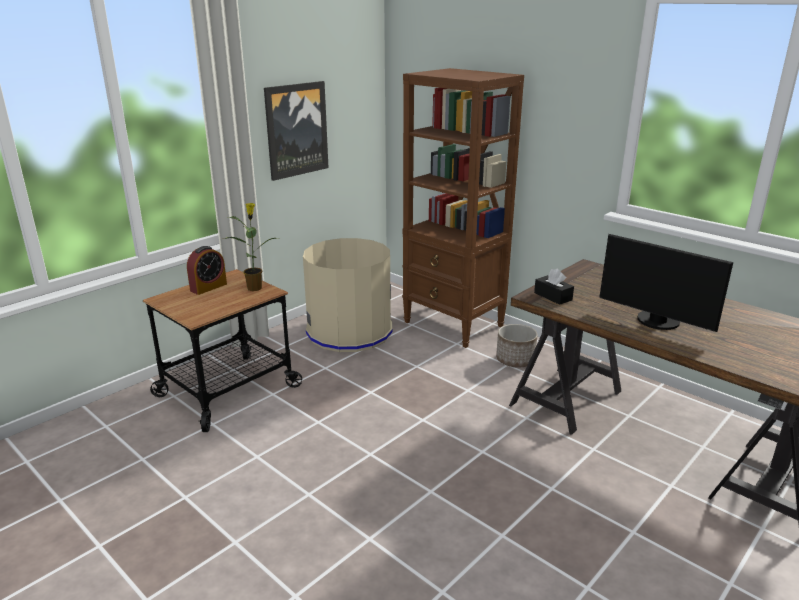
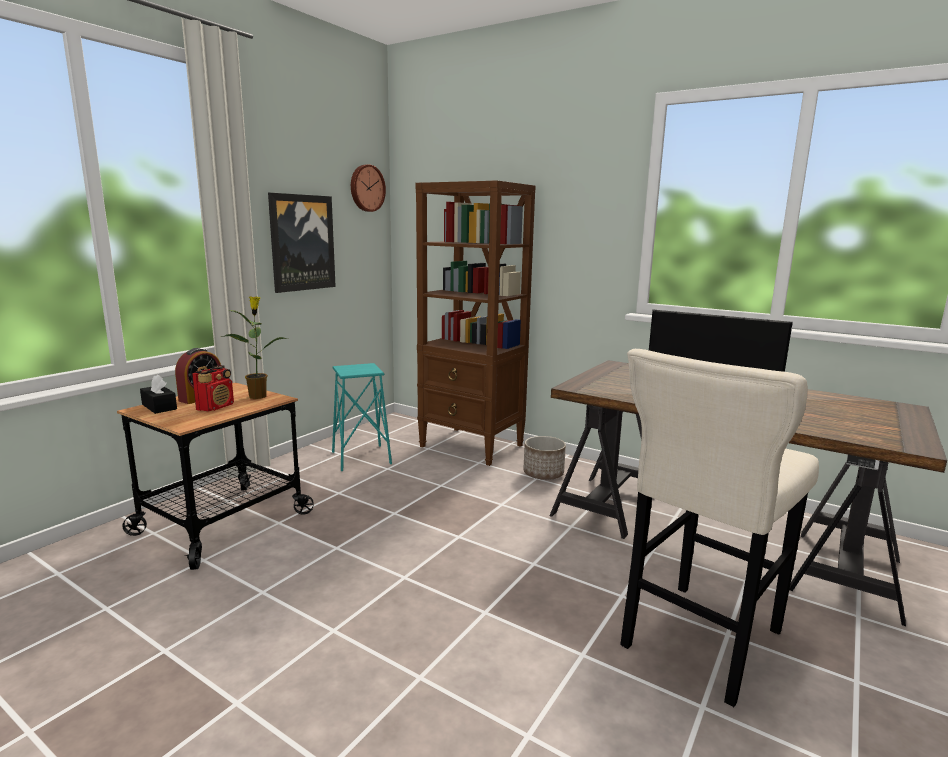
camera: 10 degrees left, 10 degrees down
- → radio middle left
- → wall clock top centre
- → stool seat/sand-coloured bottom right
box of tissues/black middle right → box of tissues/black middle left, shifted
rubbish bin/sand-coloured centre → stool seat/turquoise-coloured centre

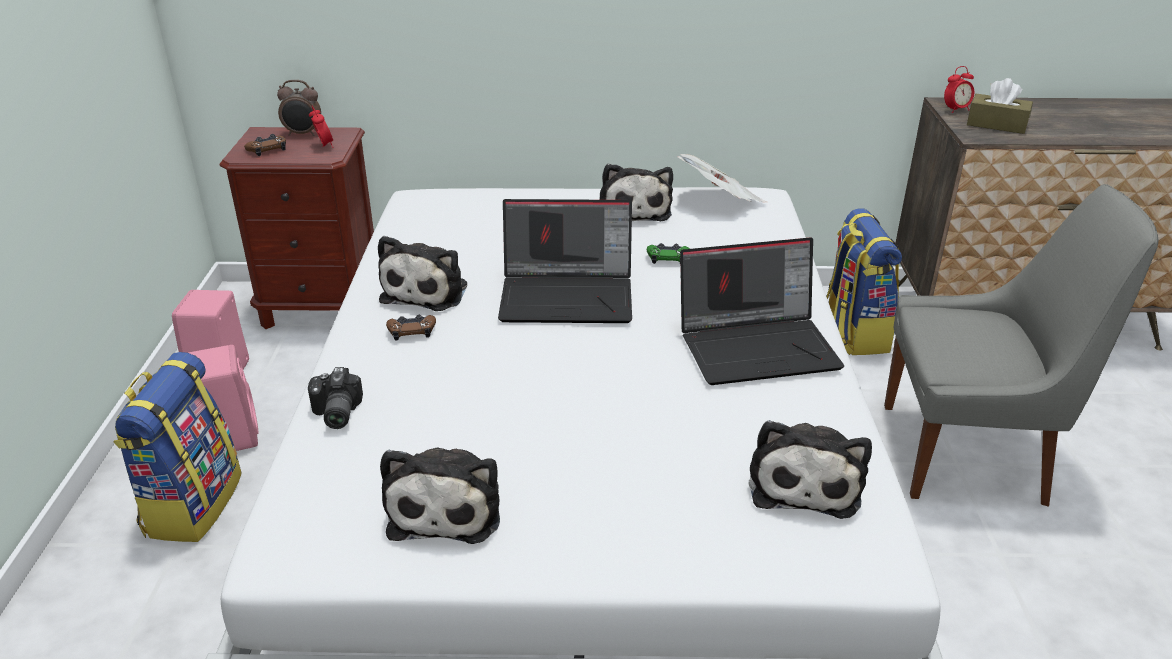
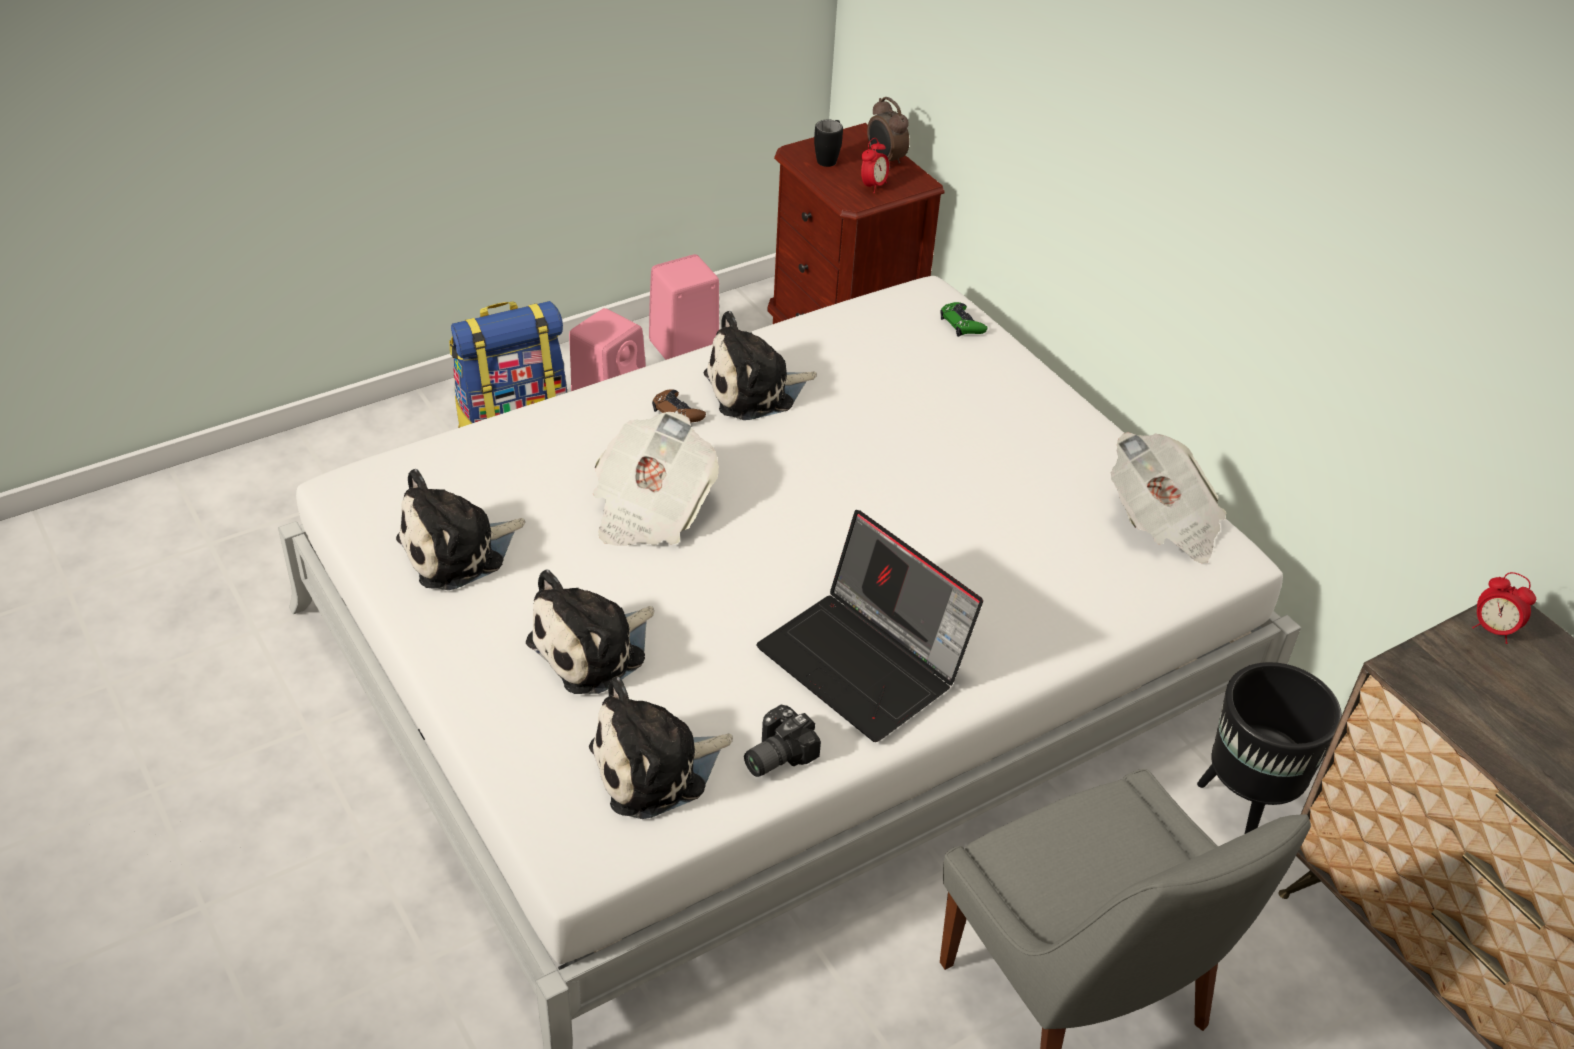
camera: 55 degrees right, 10 degrees up
notebook computer (no. 1 from left) centre → -
box of tissues/brown top right → -
- → daily paper (no. 1 from left) centre
still camera middle left → still camera bottom centre, shifted
cuddly toy (no. 3 from left in the first image) top centre → cuddly toy (no. 2 from left) centre, shifted
game controller/green centre → game controller/green top centre, shifted
game controller/brown (no. 1 from left) top left → tea mug/black top centre
knapsack (no. 2 from left) middle right → planter/black bottom right

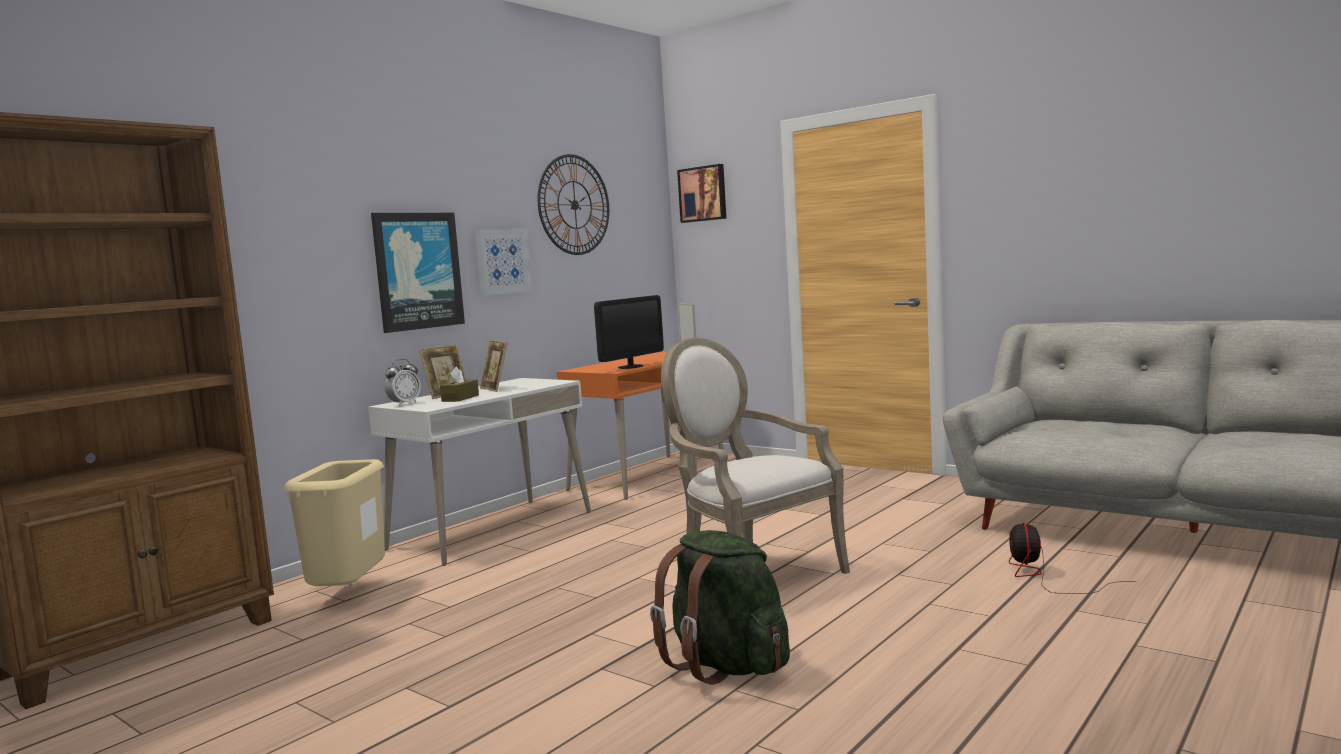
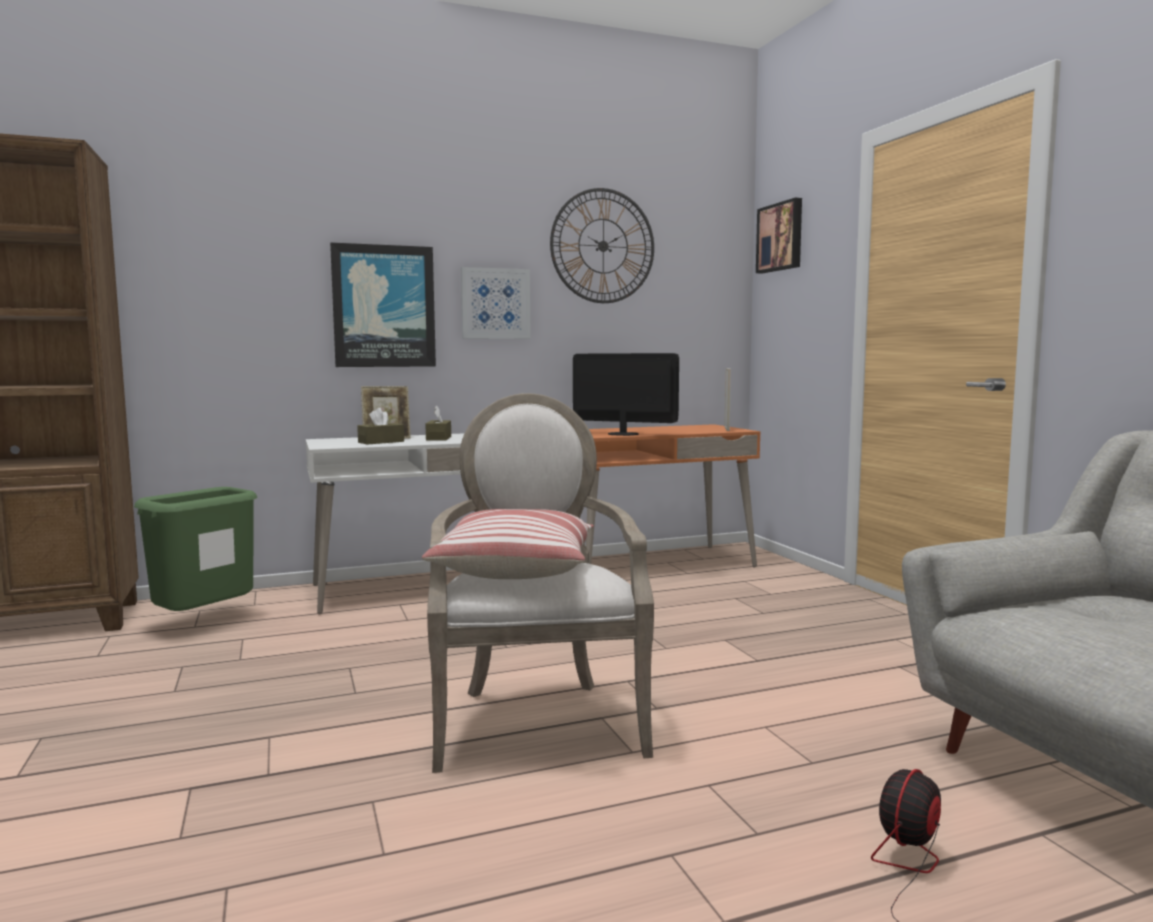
camera: 30 degrees right, 0 degrees up
alarm clock middle left → -
knapsack/green bottom centre → -
- → cushion centre
photo frame (no. 2 from left) centre → box of tissues/brown (no. 2 from left) centre
rubbish bin/sand-coloured bottom left → rubbish bin/green middle left
computer display centre, 135 degrees counterclockwise

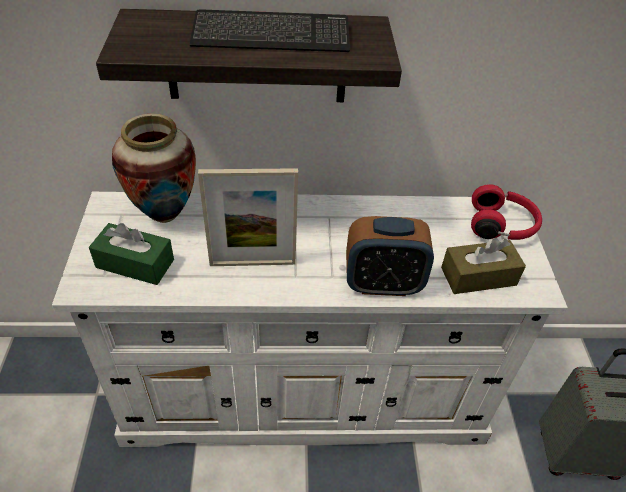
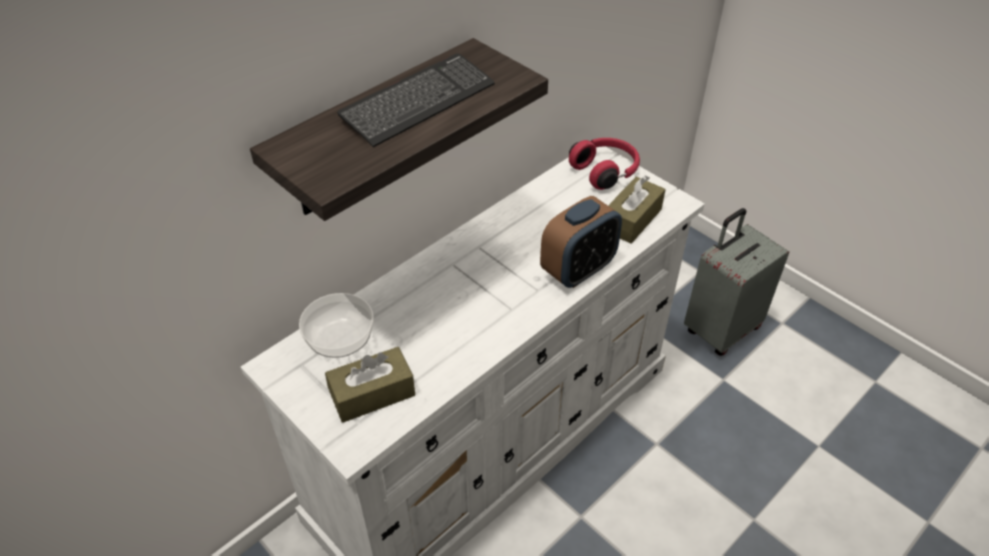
camera: 40 degrees left, 0 degrees up
photo frame centre → -
flower vase middle left → serving bowl centre
box of tissues/green middle left → box of tissues/brown (no. 1 from left) bottom centre

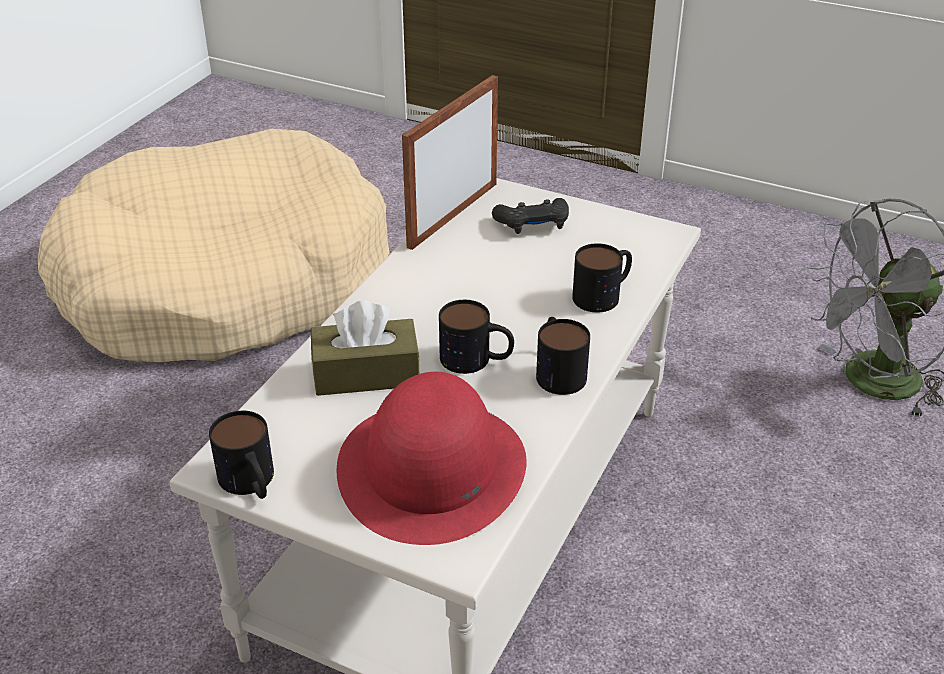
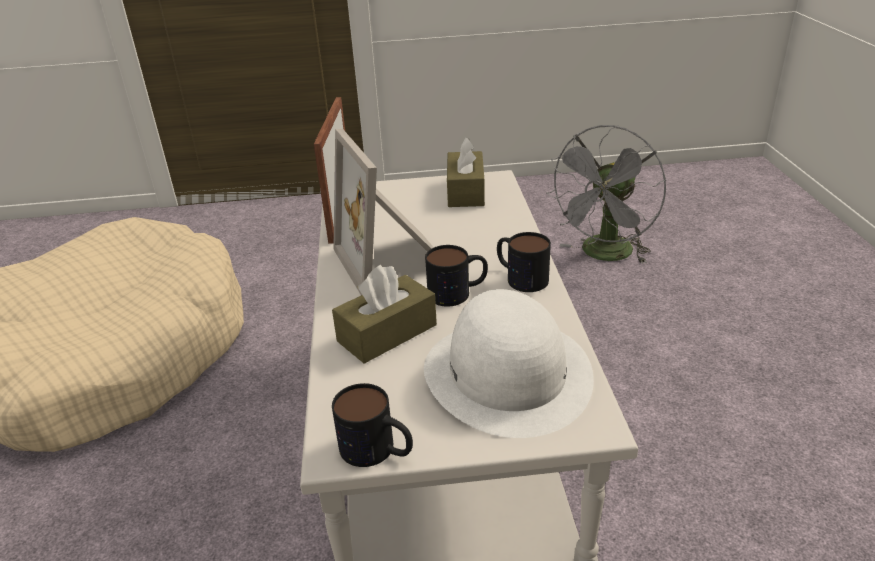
camera: 30 degrees left, 5 degrees down
game controller/black top centre → -
tea mug (no. 4 from left) centre → -
- → photo frame (no. 2 from left) centre
- → box of tissues/brown (no. 2 from left) top centre
clothing hat/reddish bottom centre → clothing hat/whitish centre

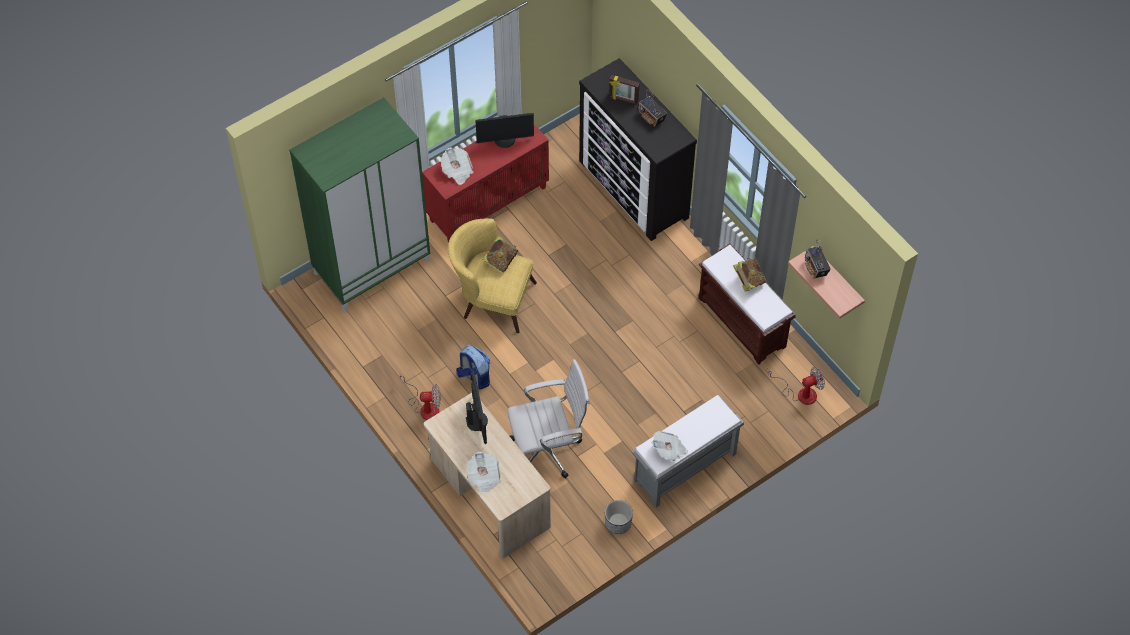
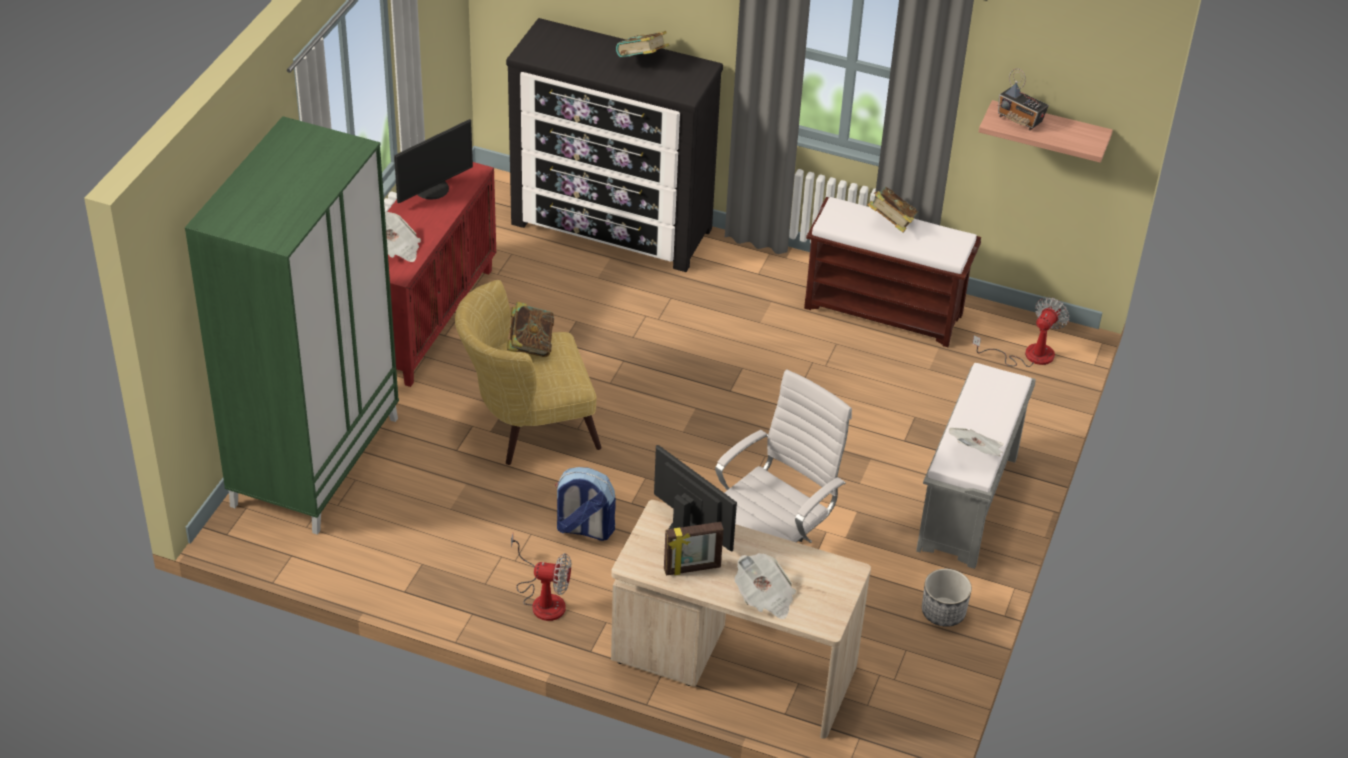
camera: 35 degrees left, 15 degrees down
photo frame top centre → photo frame bottom centre, shifted
radio (no. 1 from left) top centre → book (no. 2 from left) top centre
electric fan (no. 1 from left) centre → electric fan (no. 1 from left) bottom centre, 45 degrees clockwise

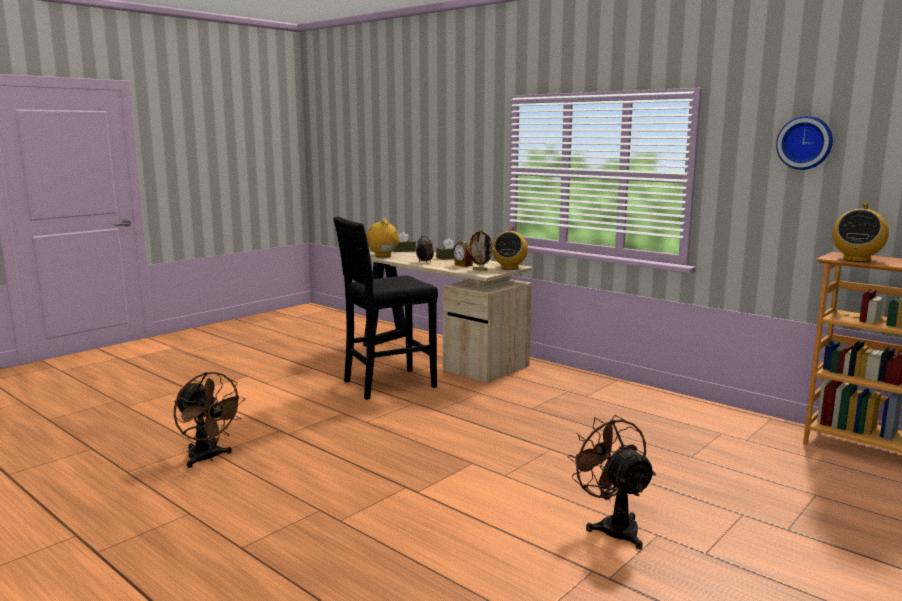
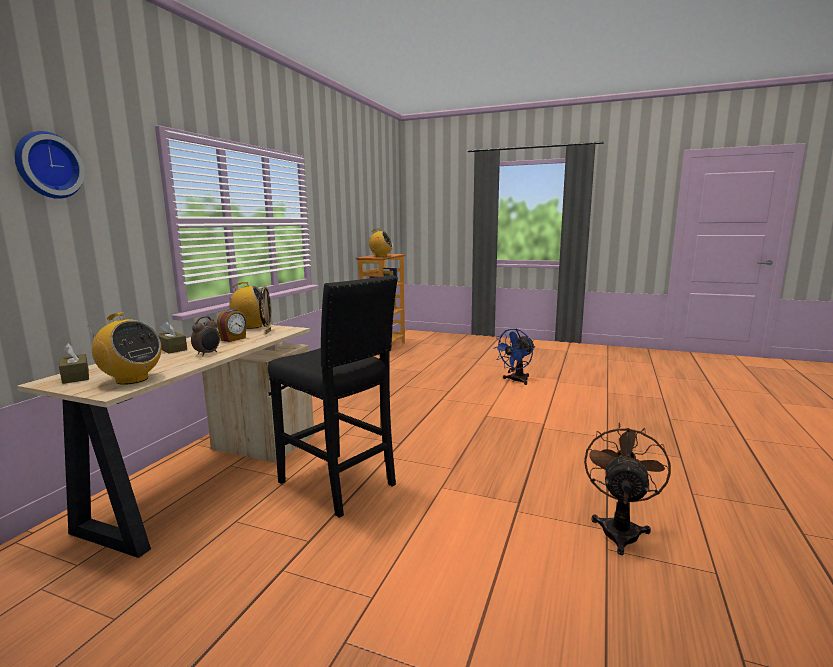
camera: 110 degrees left, 0 degrees up
wall clock top right → wall clock top left, shifted
electric fan/brown (no. 2 from left) bottom right → electric fan/blue-coloured centre
radio (no. 1 from left) centre → radio (no. 1 from left) middle left, 105 degrees counterclockwise

